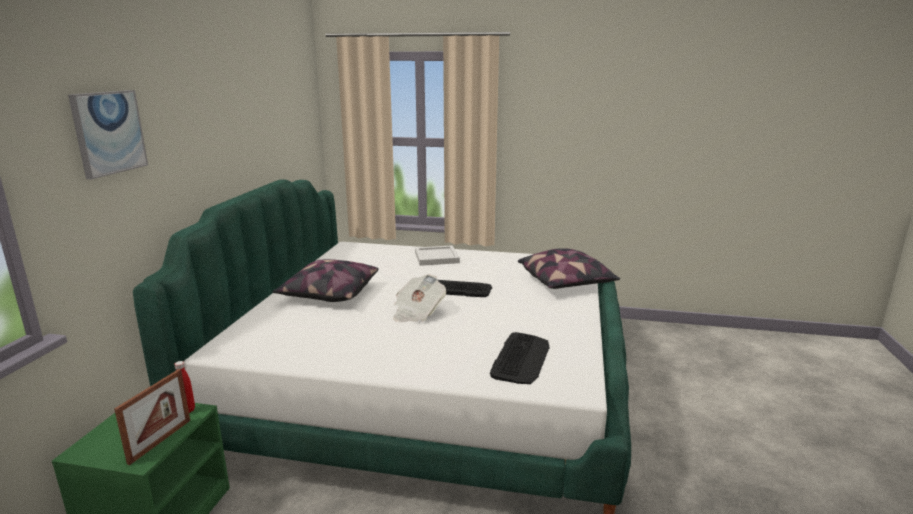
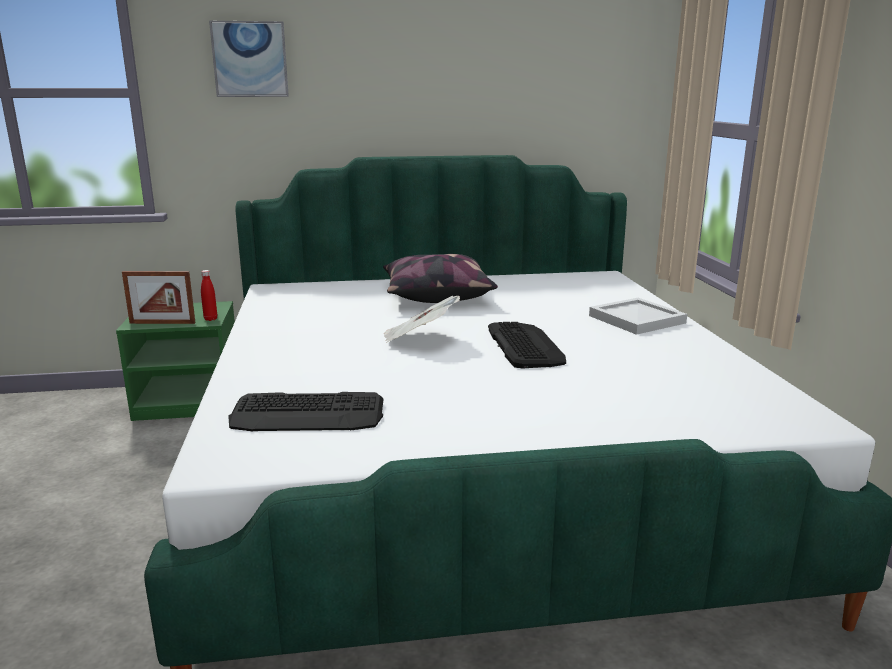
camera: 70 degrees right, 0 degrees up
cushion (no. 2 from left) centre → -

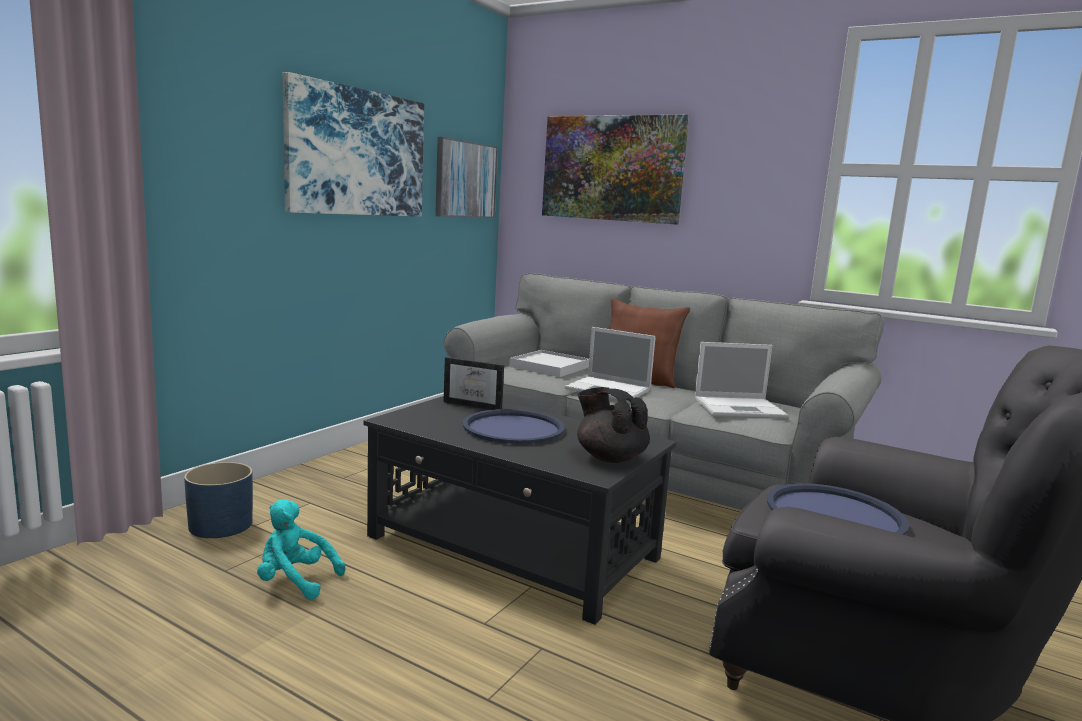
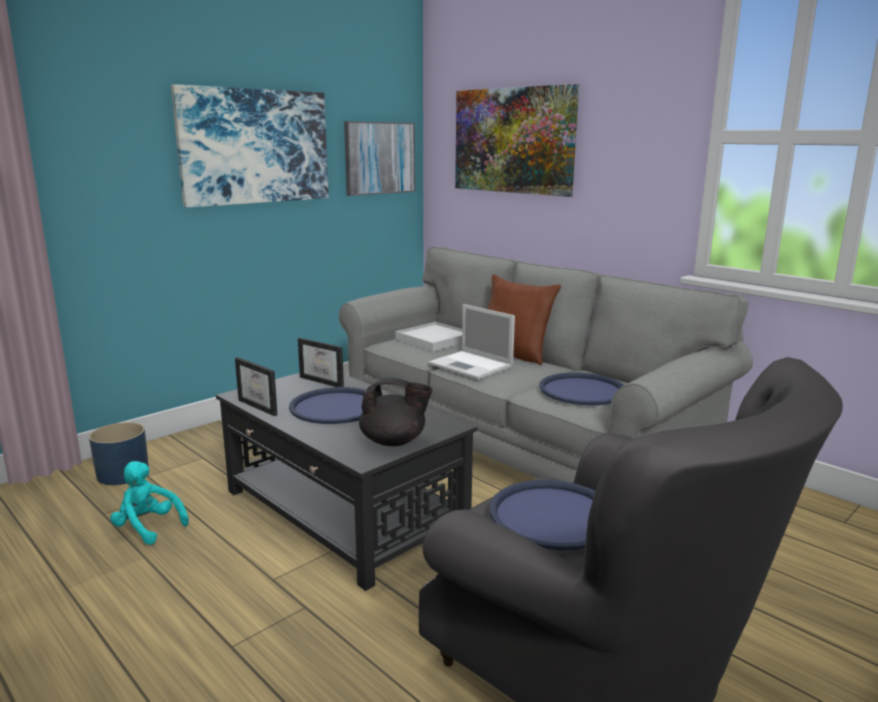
camera: 15 degrees right, 5 degrees up
- → photo frame (no. 1 from left) middle left
notebook computer (no. 2 from left) middle right → serving tray/blue-coloured (no. 3 from left) centre
tea pot/black centre, 120 degrees clockwise

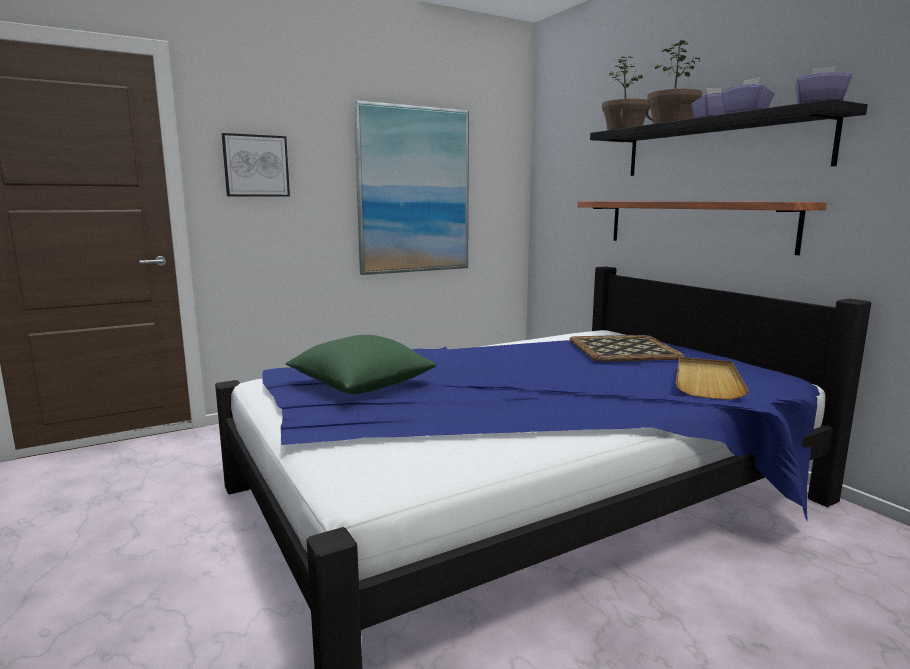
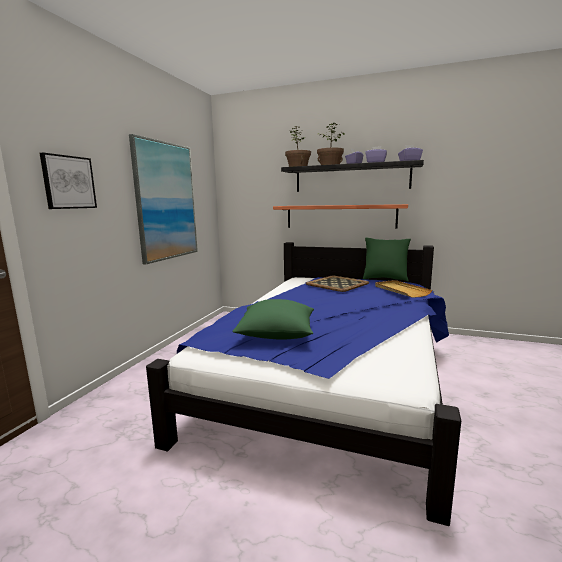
camera: 40 degrees left, 0 degrees up
- → cushion/green (no. 2 from left) middle right

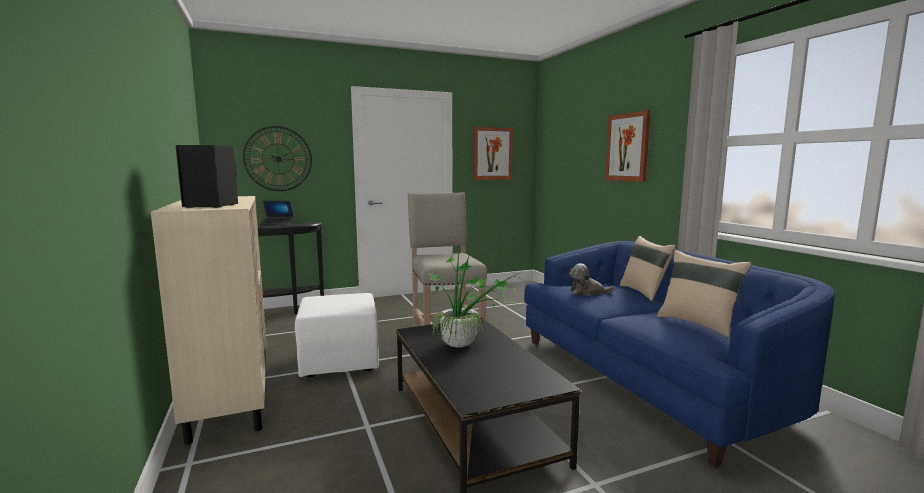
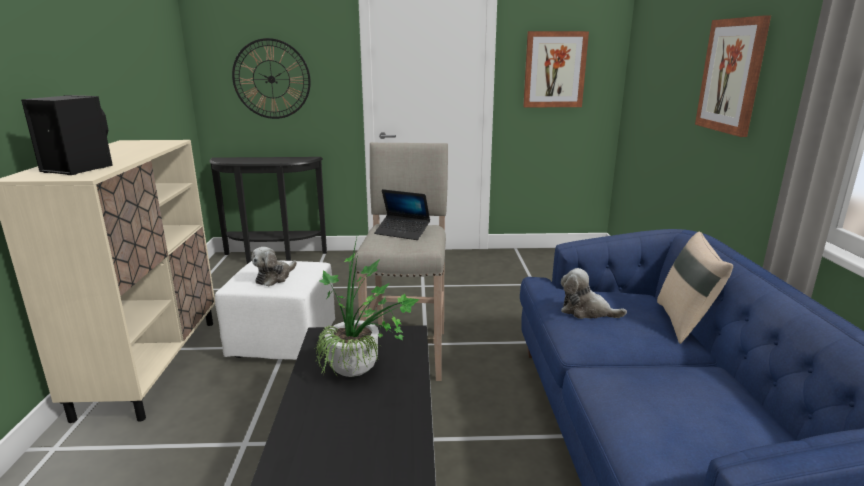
camera: 20 degrees right, 10 degrees up
cushion/sand-coloured (no. 2 from left) middle right → -
- → cuddly toy (no. 1 from left) middle left
notebook computer middle left → notebook computer centre, shifted

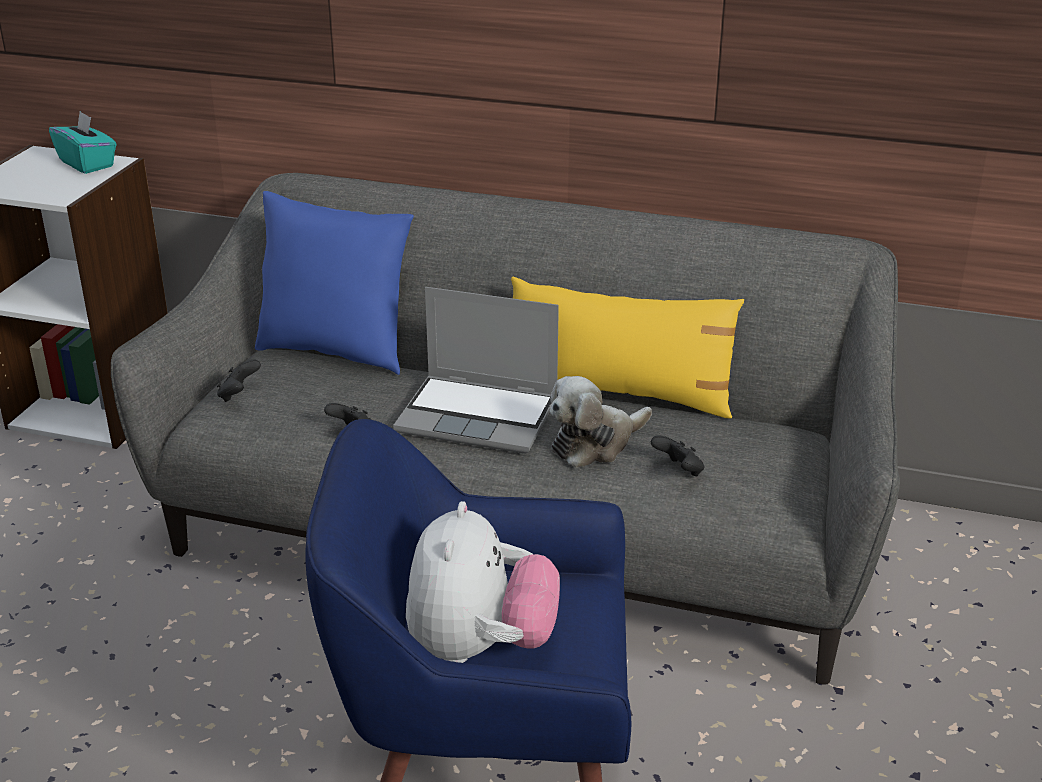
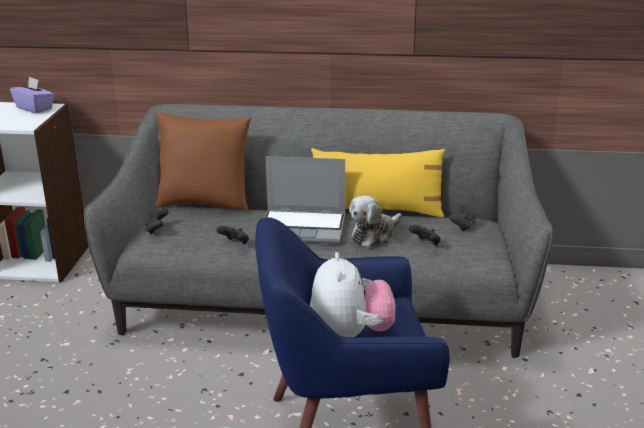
camera: 10 degrees left, 5 degrees down
- → game controller/black (no. 4 from left) middle right
box of tissues/turquoise-coloured top left → box of tissues/purple-coloured top left
cushion/blue-coloured middle left → cushion/brown middle left

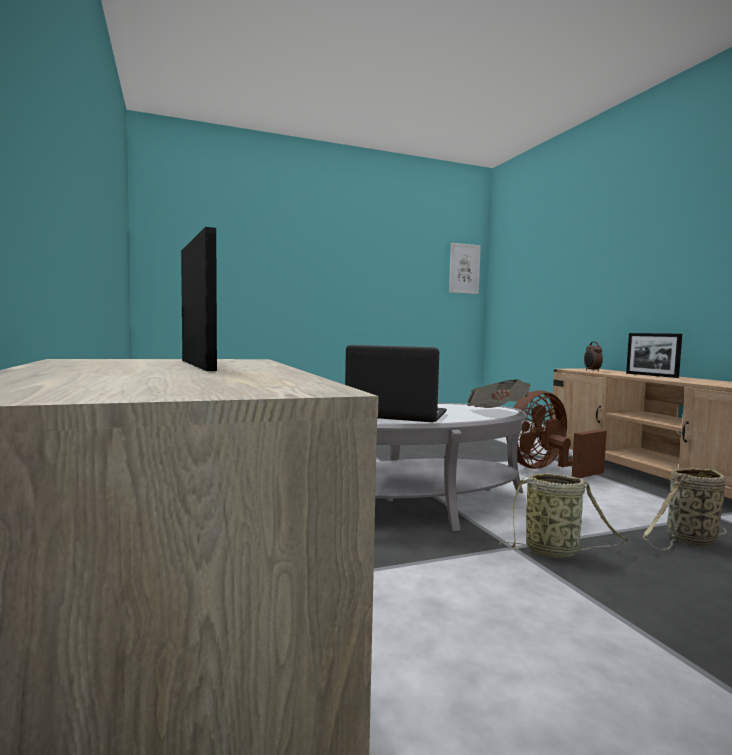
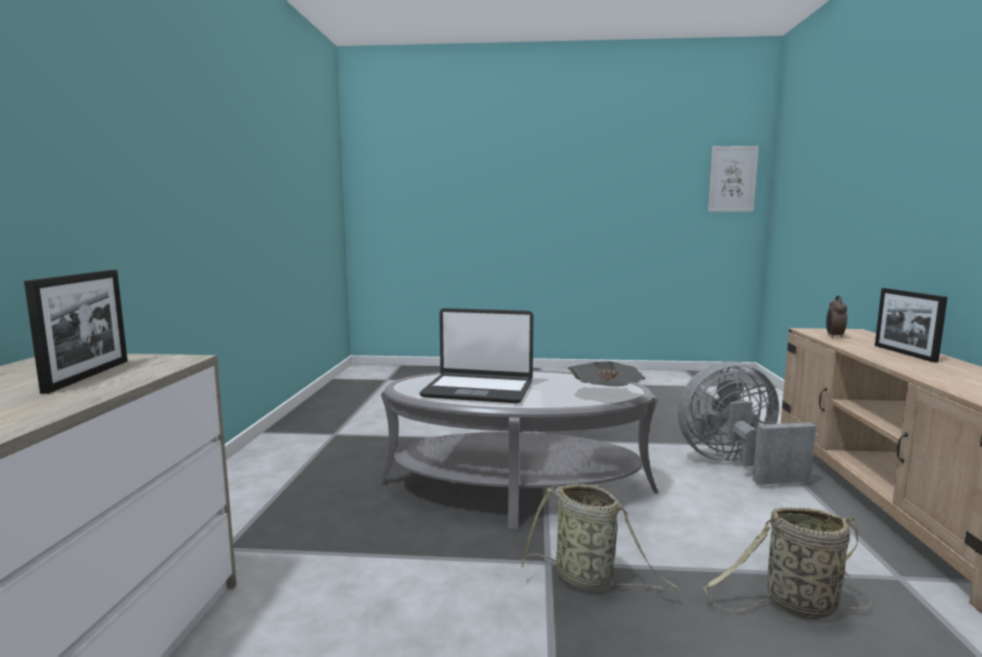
camera: 25 degrees right, 5 degrees up
electric fan/brown middle right → electric fan/gray middle right
notebook computer centre, 150 degrees clockwise

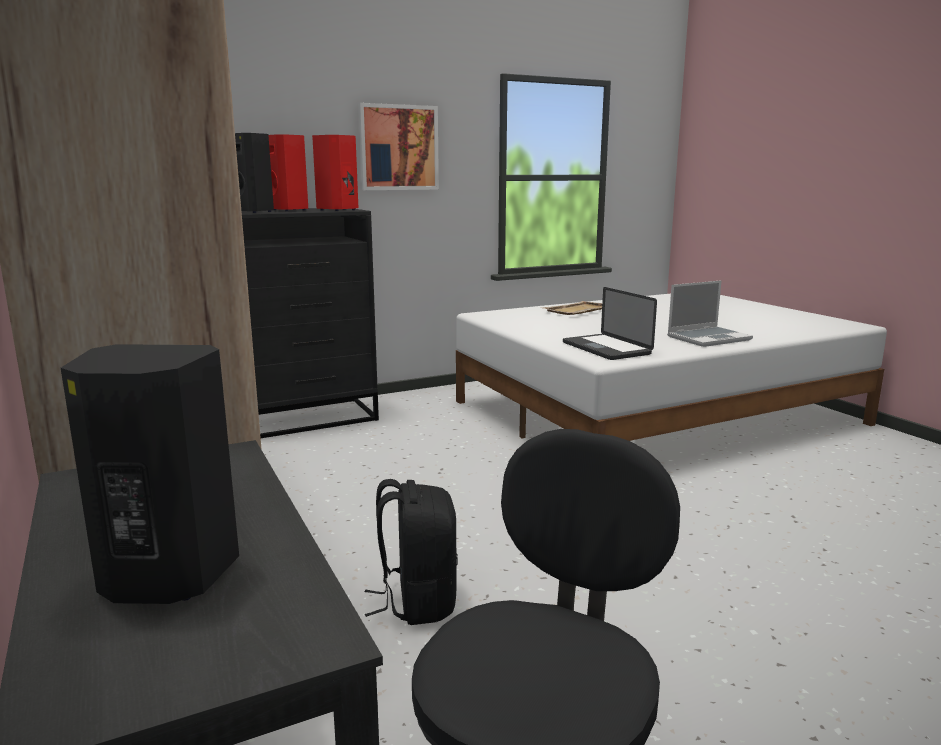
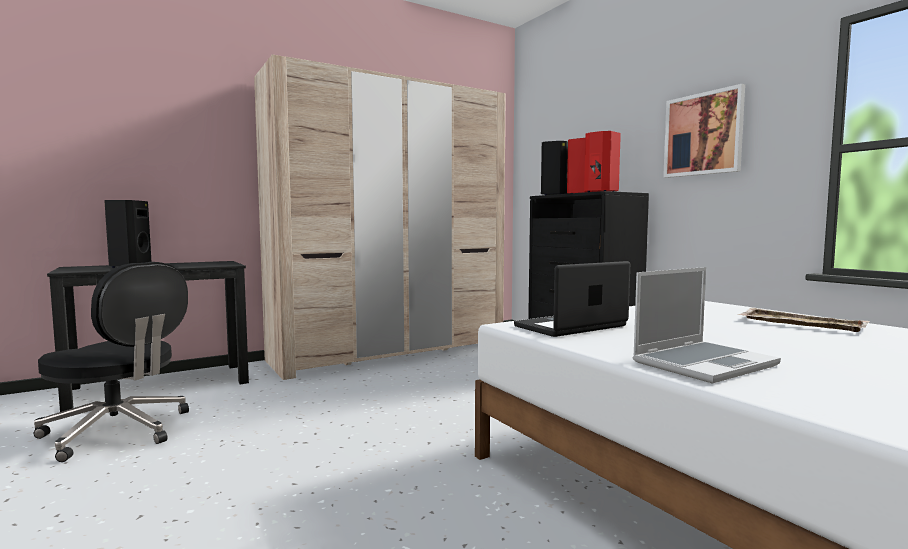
camera: 85 degrees right, 10 degrees down
knapsack/black bottom centre → -
notebook computer (no. 2 from left) middle right, 90 degrees counterclockwise

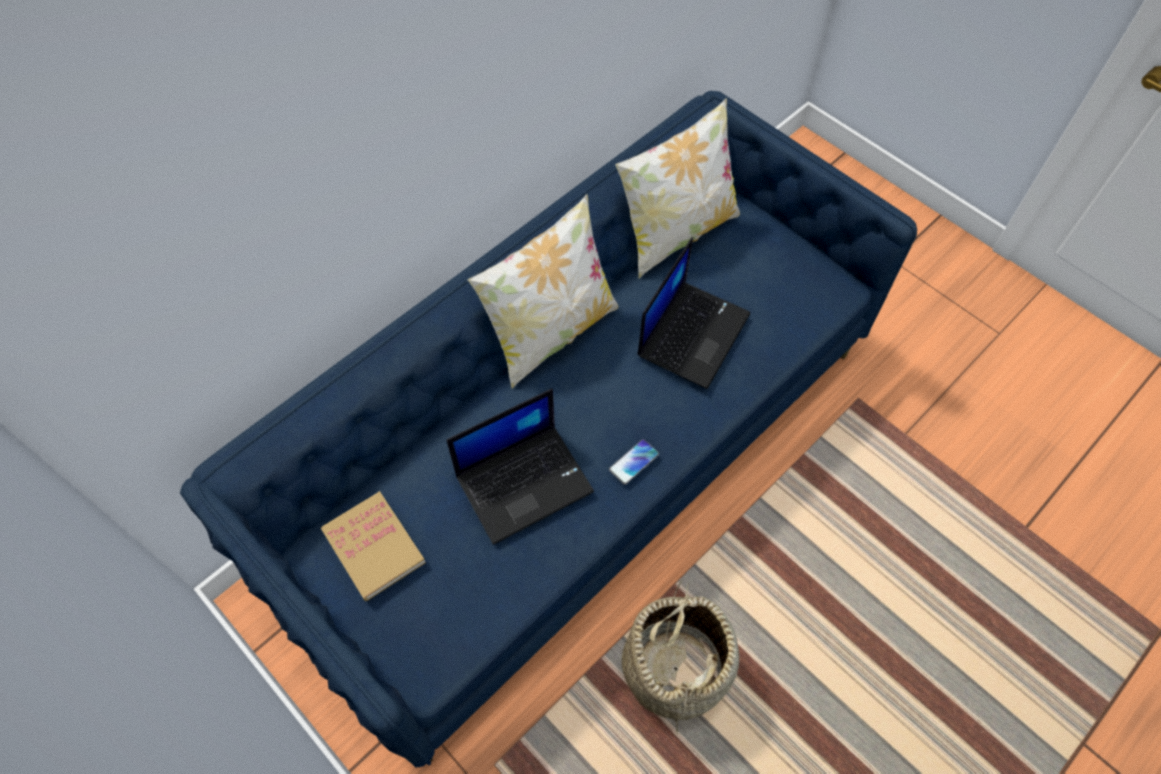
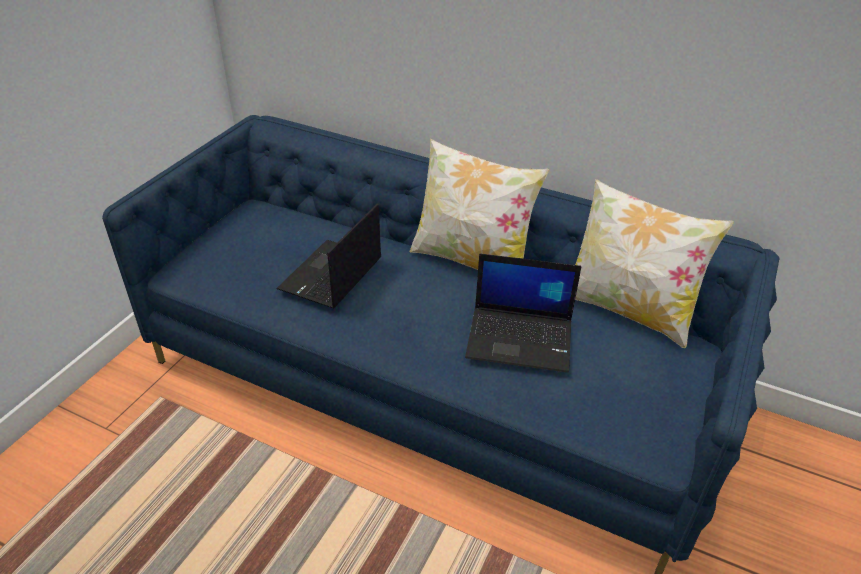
camera: 70 degrees right, 20 degrees down
book bottom left → -
handset centre → -
basket bottom centre → -
notebook computer (no. 1 from left) centre, 75 degrees clockwise

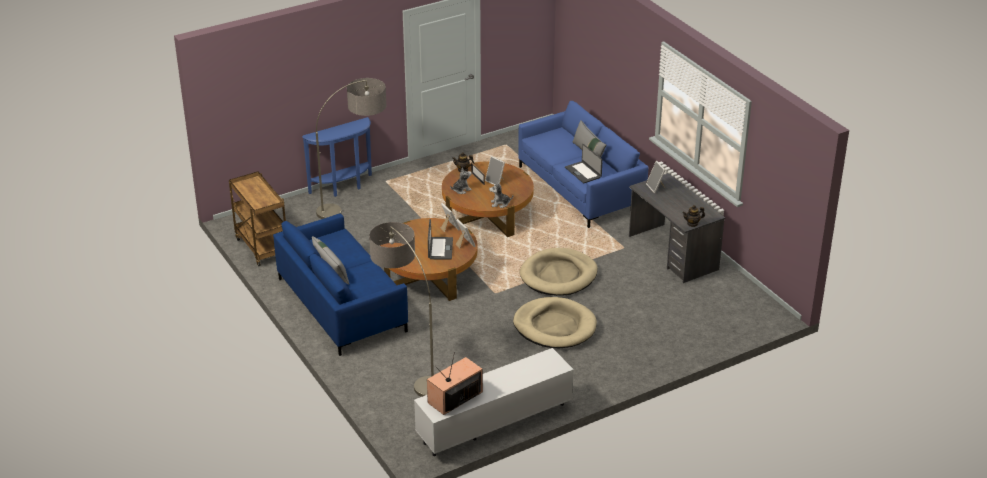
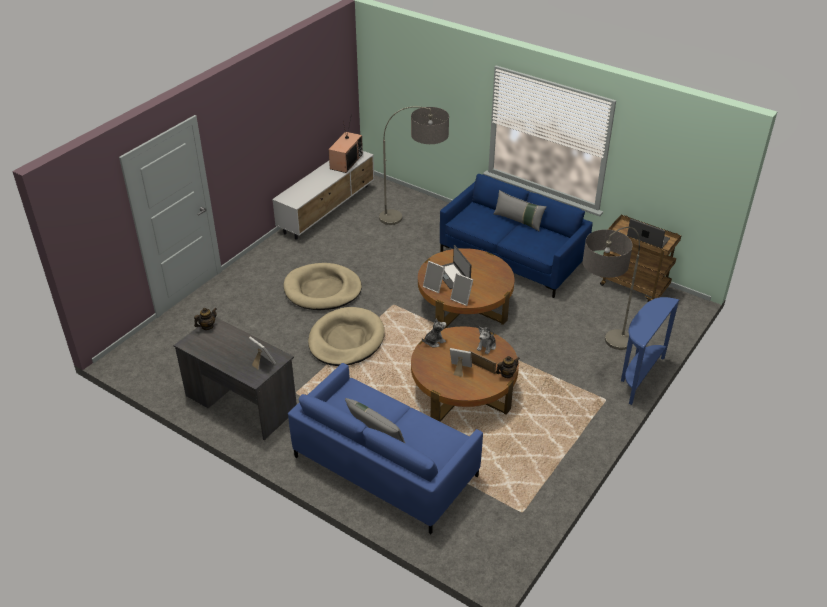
camera: 155 degrees right, 5 degrees up
notebook computer (no. 2 from left) centre → notebook computer (no. 2 from left) middle right, shifted

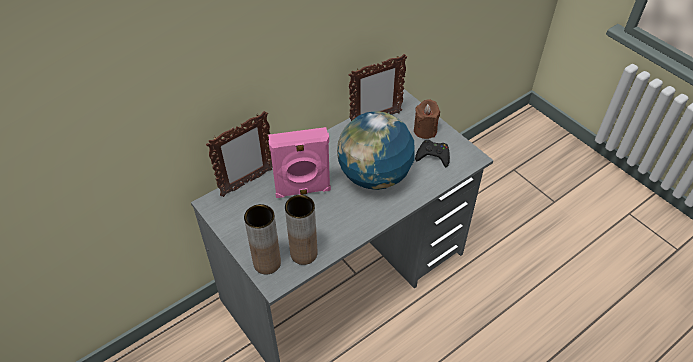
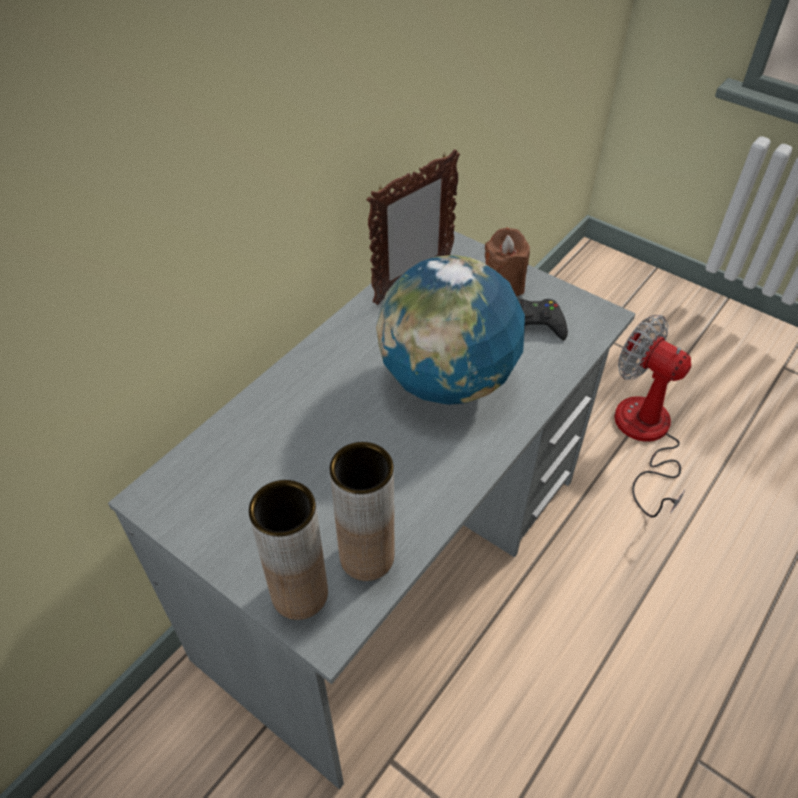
camera: 15 degrees left, 0 degrees up
photo frame (no. 1 from left) centre → -
speaker/pink centre → -
- → electric fan middle right

